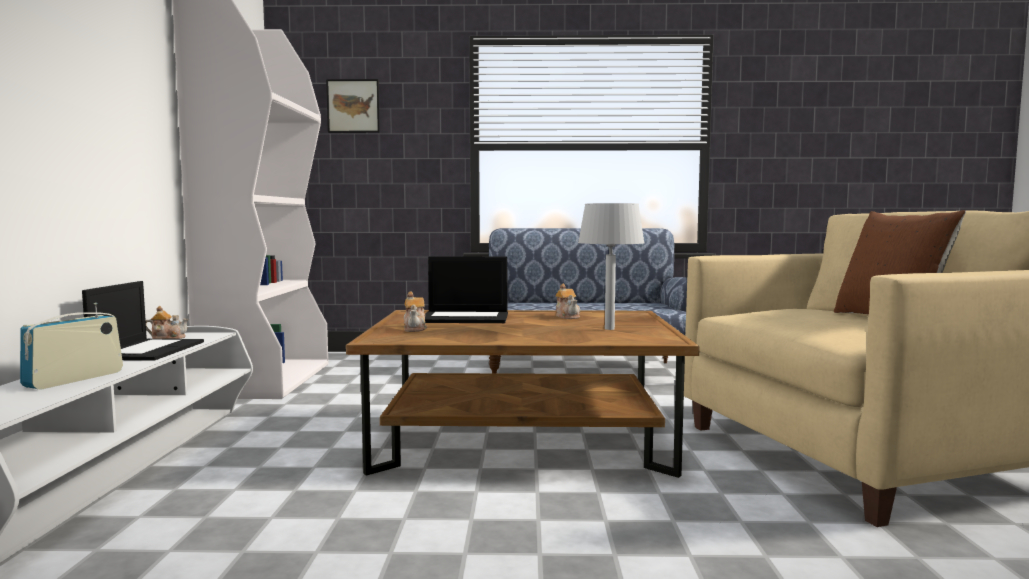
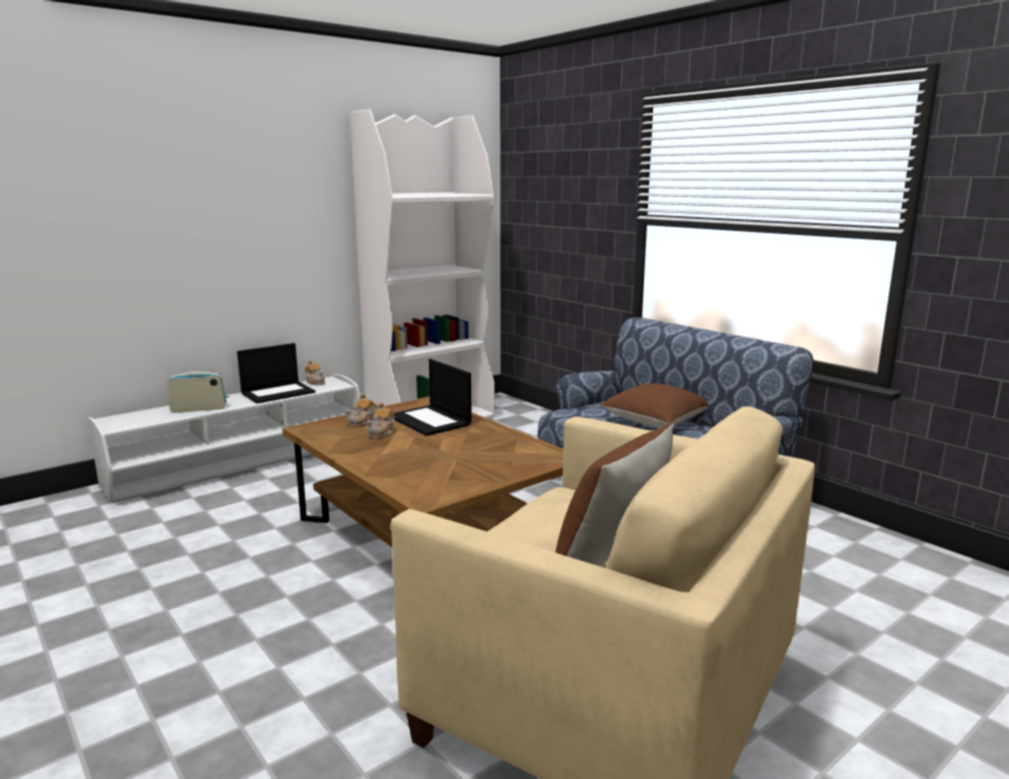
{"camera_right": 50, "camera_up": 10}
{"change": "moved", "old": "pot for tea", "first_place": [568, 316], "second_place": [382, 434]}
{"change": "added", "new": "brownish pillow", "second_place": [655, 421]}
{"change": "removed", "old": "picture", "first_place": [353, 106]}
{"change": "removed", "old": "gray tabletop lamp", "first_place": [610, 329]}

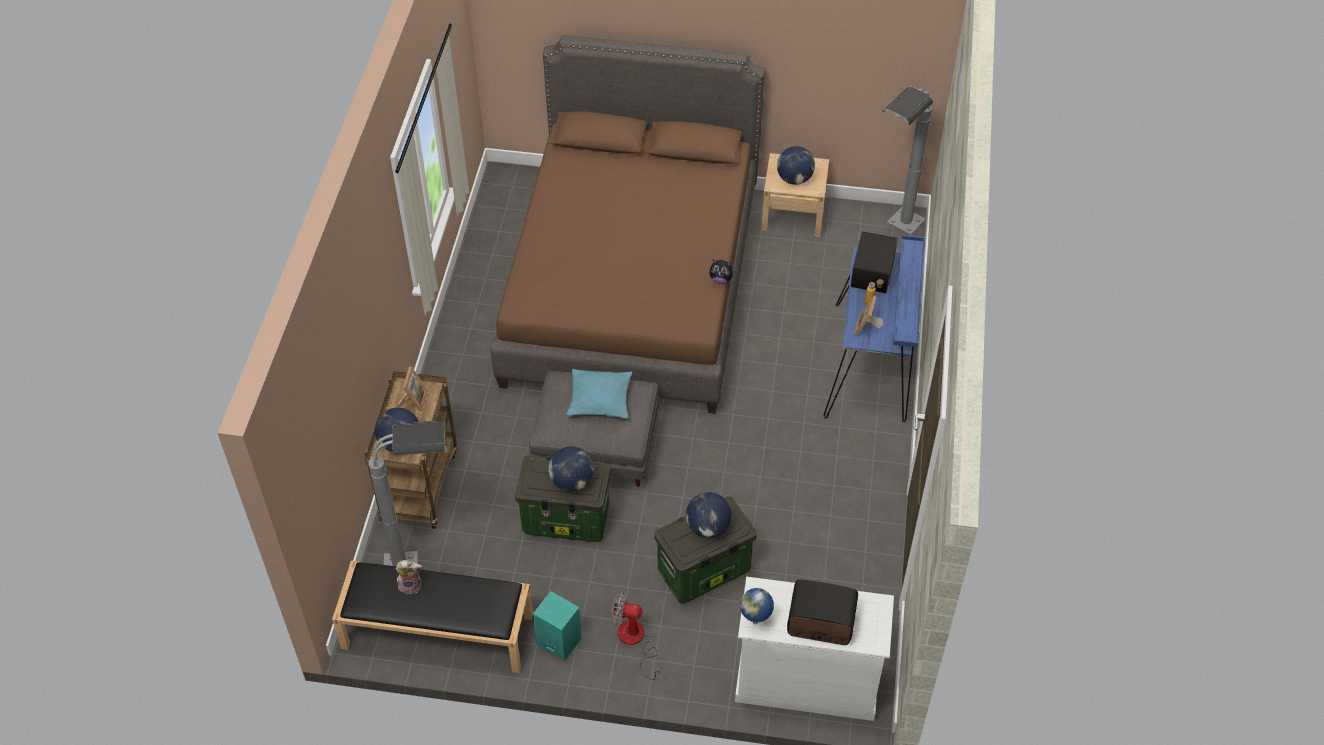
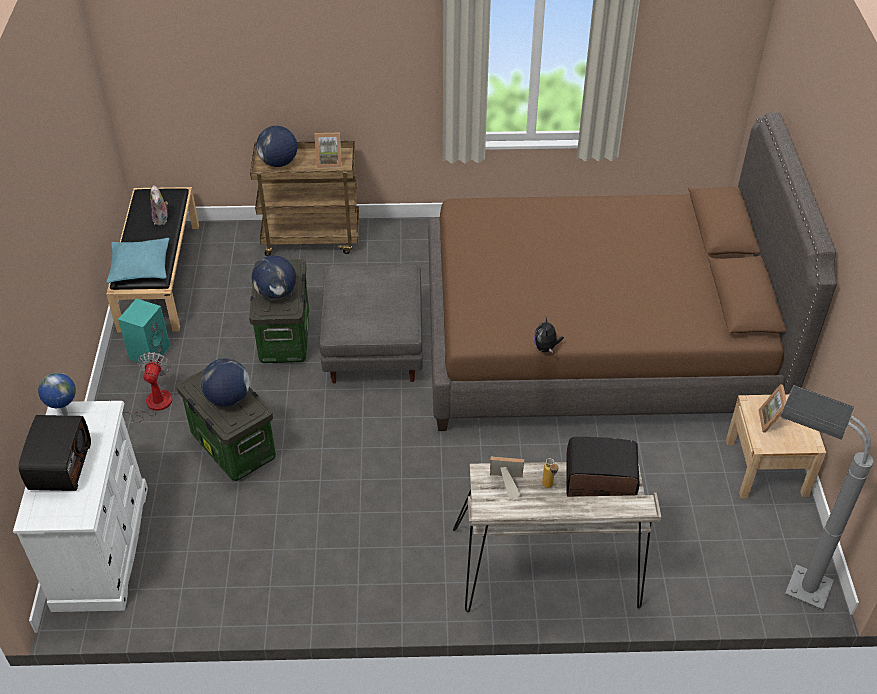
{"camera_right": 80, "camera_up": -5}
{"change": "moved", "old": "blue-green pillow", "first_place": [600, 399], "second_place": [140, 267]}
{"change": "recoloured", "old": "blue-coloured desk unit", "new": "beige desk unit", "first_place": [872, 365], "second_place": [548, 571]}
{"change": "replaced", "old": "globe", "new": "standing frame", "first_place": [794, 179], "second_place": [772, 421]}
{"change": "removed", "old": "gray floor lamp", "first_place": [425, 566]}

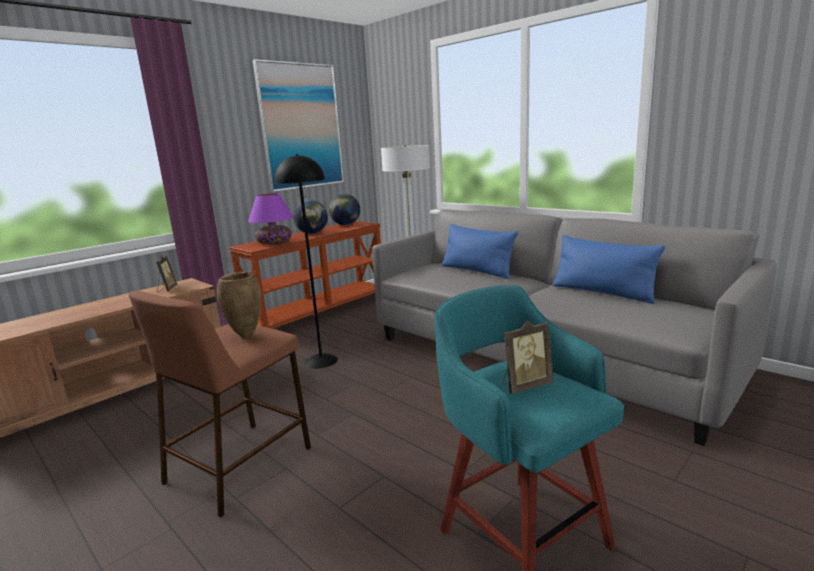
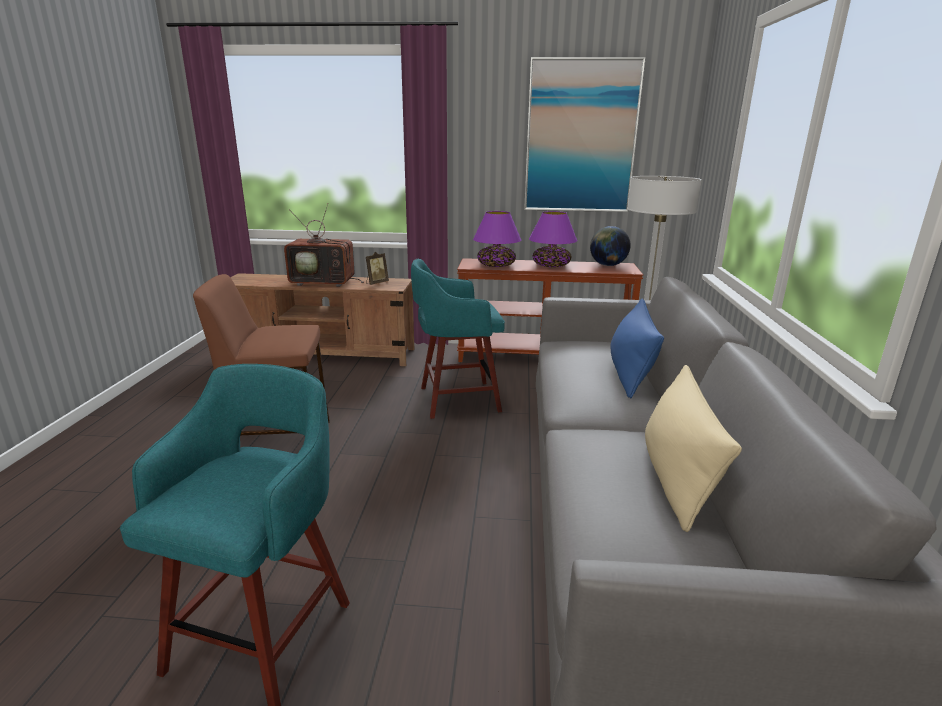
{"camera_right": 50, "camera_up": 5}
{"change": "added", "new": "TV set", "second_place": [325, 282]}
{"change": "replaced", "old": "blackish floor lamp", "new": "blue-green stool", "first_place": [321, 361], "second_place": [456, 399]}
{"change": "replaced", "old": "globe", "new": "purple tabletop lamp", "first_place": [312, 233], "second_place": [551, 265]}
{"change": "recoloured", "old": "blue-coloured pillow", "new": "beige pillow", "first_place": [602, 292], "second_place": [676, 476]}
{"change": "removed", "old": "brownish vase", "first_place": [245, 336]}
{"change": "removed", "old": "standing frame", "first_place": [525, 385]}

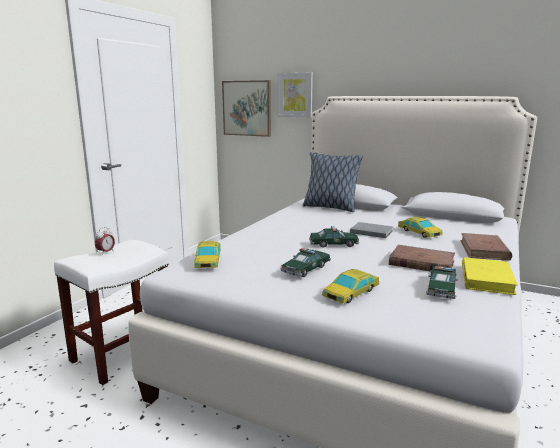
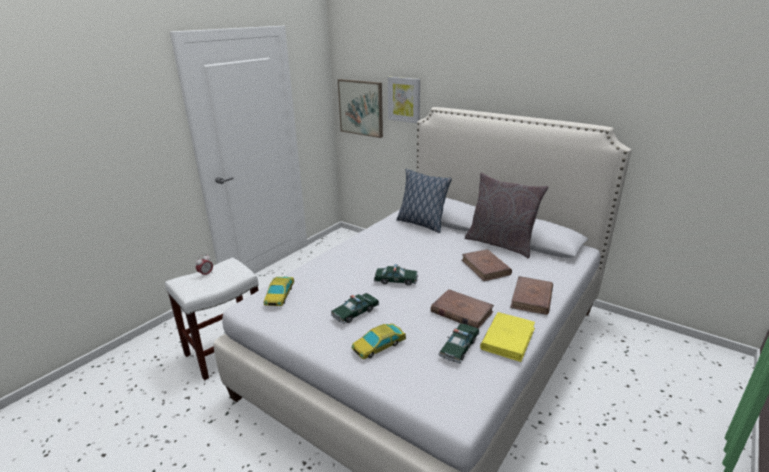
{"camera_right": 10, "camera_up": 10}
{"change": "replaced", "old": "model car", "new": "brownish book", "first_place": [419, 232], "second_place": [485, 267]}
{"change": "added", "new": "gray pillow", "second_place": [500, 244]}
{"change": "removed", "old": "gray book", "first_place": [370, 231]}

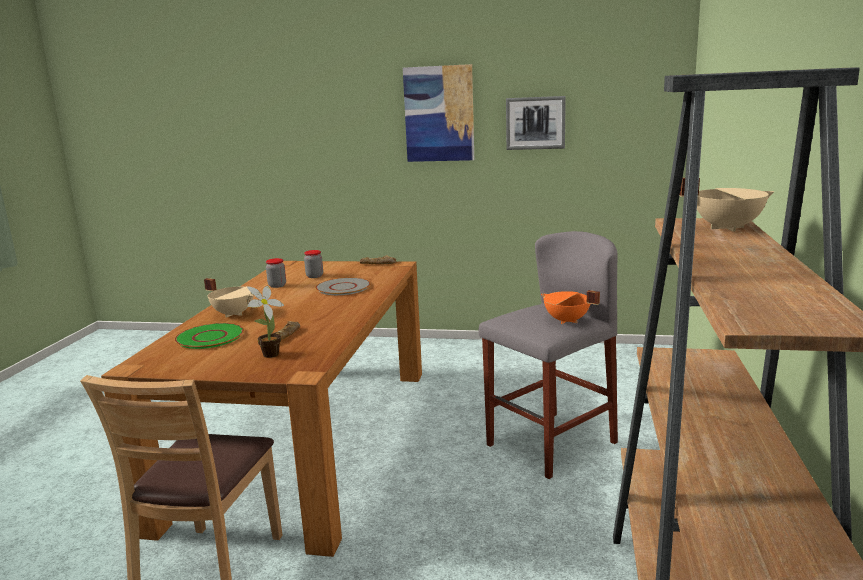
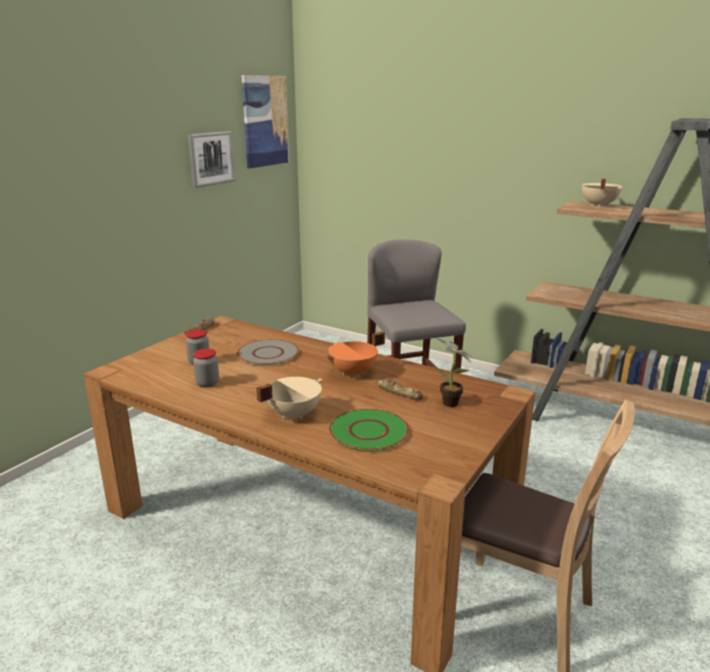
{"camera_right": -70, "camera_up": 5}
{"change": "moved", "old": "picture", "first_place": [439, 114], "second_place": [265, 121]}
{"change": "moved", "old": "orangey stockpot", "first_place": [566, 321], "second_place": [354, 373]}

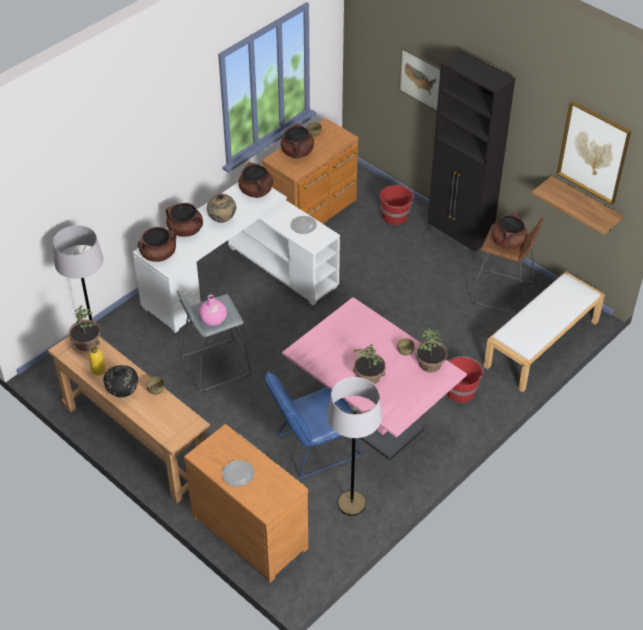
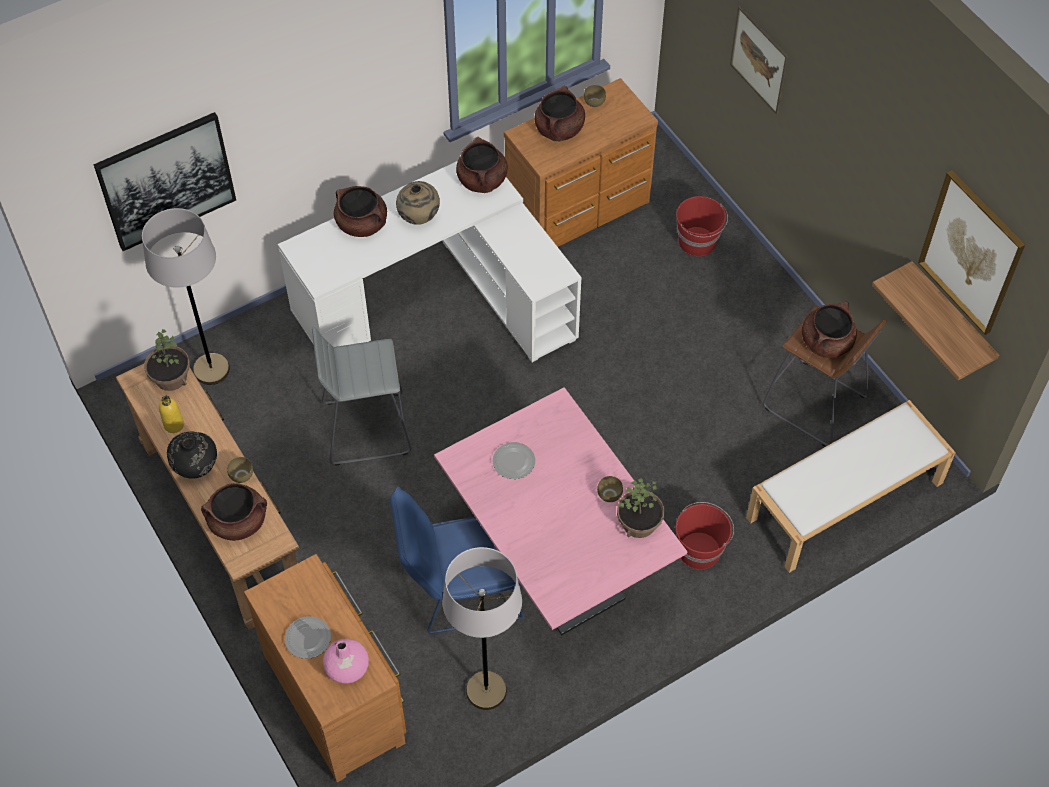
{"camera_right": 15, "camera_up": 10}
{"change": "added", "new": "picture", "second_place": [166, 181]}
{"change": "moved", "old": "brownish stockpot", "first_place": [158, 254], "second_place": [238, 521]}
{"change": "moved", "old": "pinkish vase", "first_place": [213, 320], "second_place": [347, 668]}
{"change": "moved", "old": "plate", "first_place": [303, 225], "second_place": [514, 462]}
{"change": "removed", "old": "plant in a pot", "first_place": [369, 376]}
{"change": "removed", "old": "blackish cabinet", "first_place": [459, 241]}

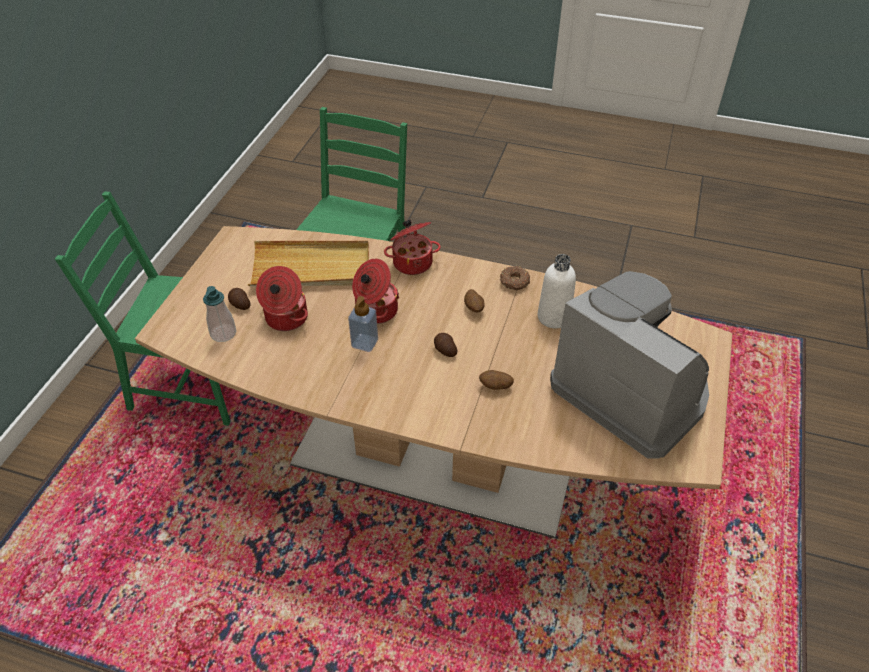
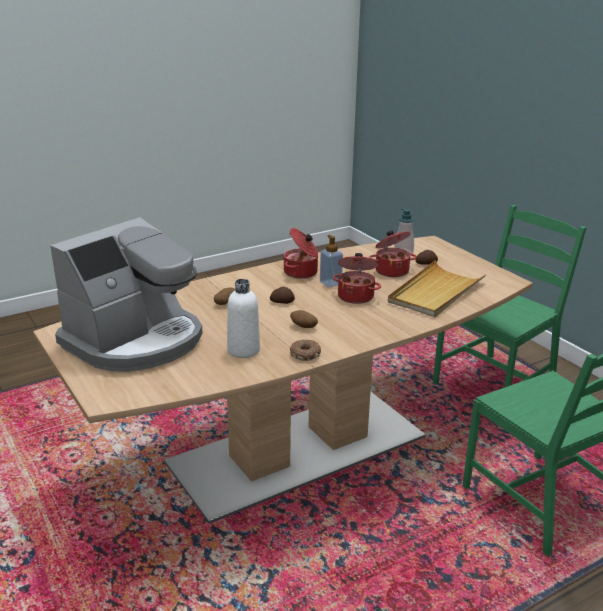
{"camera_right": 130, "camera_up": -20}
{"change": "turned", "old": "coffee maker", "first_place": [631, 392], "second_place": [135, 341], "degrees": -45}
{"change": "moved", "old": "stockpot", "first_place": [412, 262], "second_place": [301, 272]}

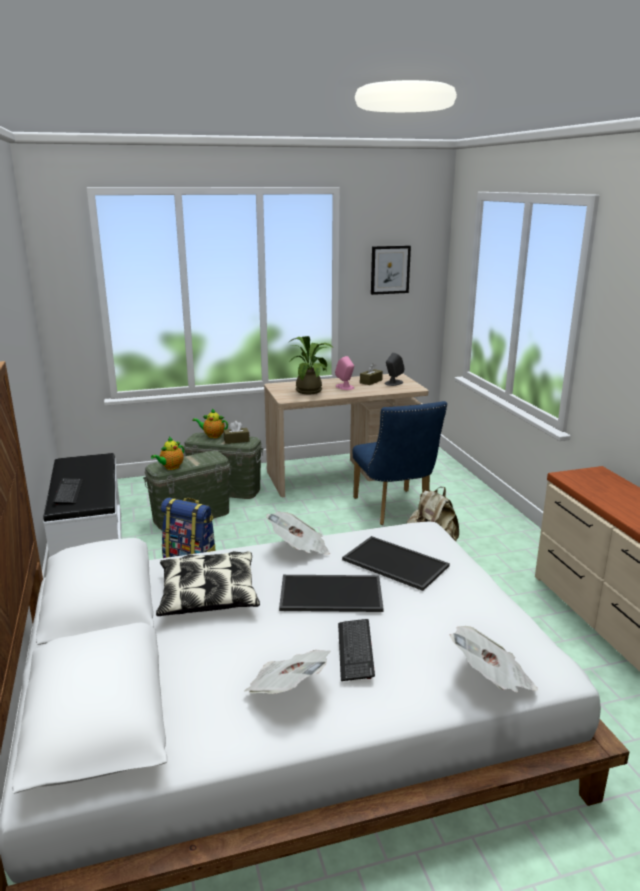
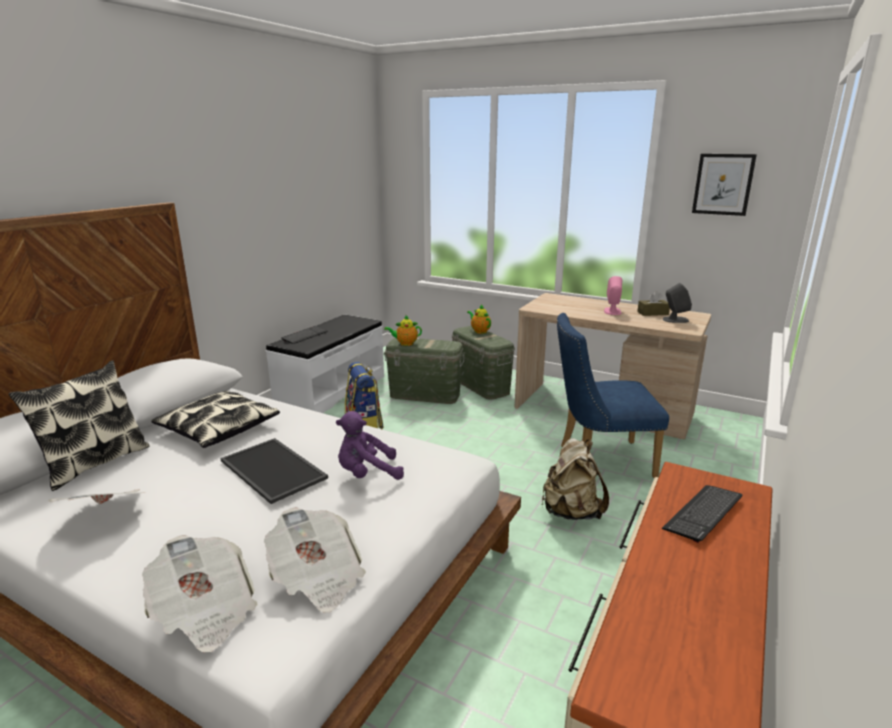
{"camera_right": 45, "camera_up": 0}
{"change": "added", "new": "pillow", "second_place": [95, 463]}
{"change": "moved", "old": "printed paper", "first_place": [299, 548], "second_place": [317, 578]}
{"change": "replaced", "old": "carrying tray", "new": "purple soft toy", "first_place": [393, 563], "second_place": [367, 474]}
{"change": "turned", "old": "blue-coloured plain chair", "first_place": [394, 510], "second_place": [598, 460], "degrees": 60}
{"change": "moved", "old": "PC keyboard", "first_place": [355, 650], "second_place": [703, 514]}
{"change": "removed", "old": "brownish tissue box", "first_place": [236, 440]}
{"change": "removed", "old": "plant in a pot", "first_place": [310, 390]}

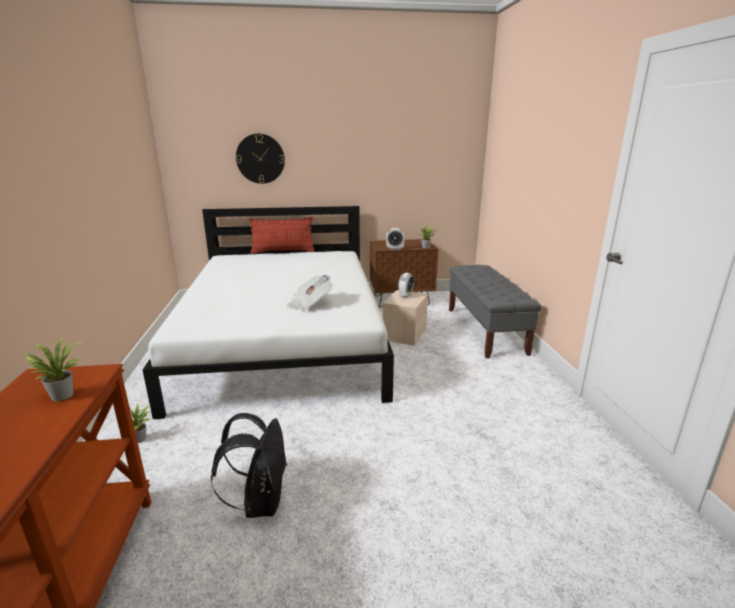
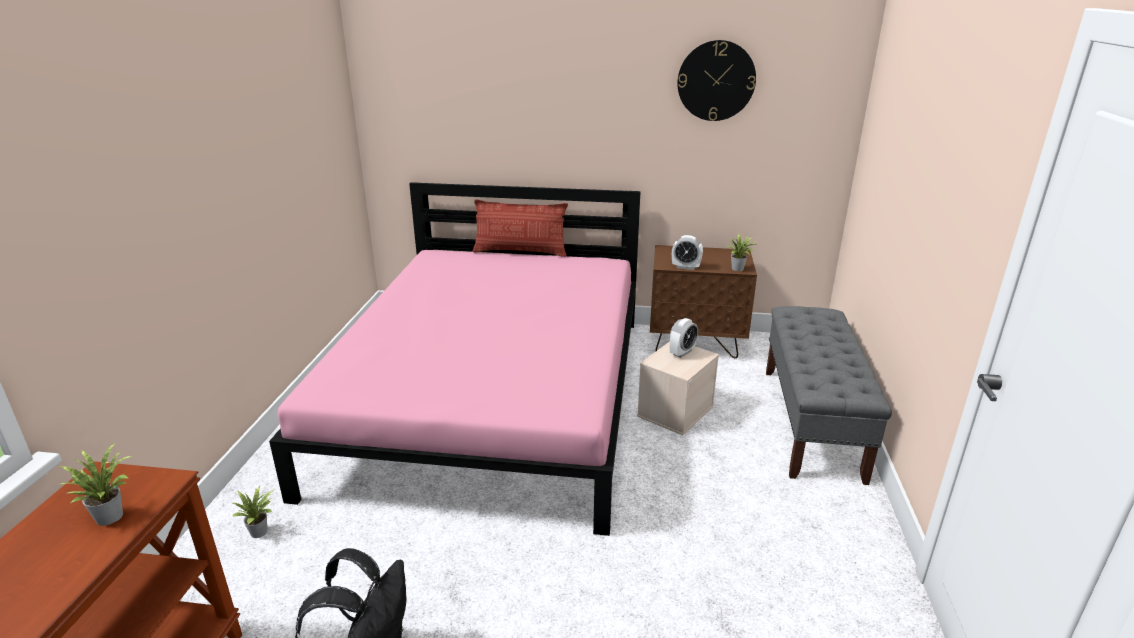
{"camera_right": 15, "camera_up": 5}
{"change": "recoloured", "old": "whitish bed", "new": "pinkish bed", "first_place": [285, 340], "second_place": [495, 396]}
{"change": "moved", "old": "hanging clock", "first_place": [260, 159], "second_place": [716, 81]}
{"change": "removed", "old": "printed paper", "first_place": [310, 304]}

